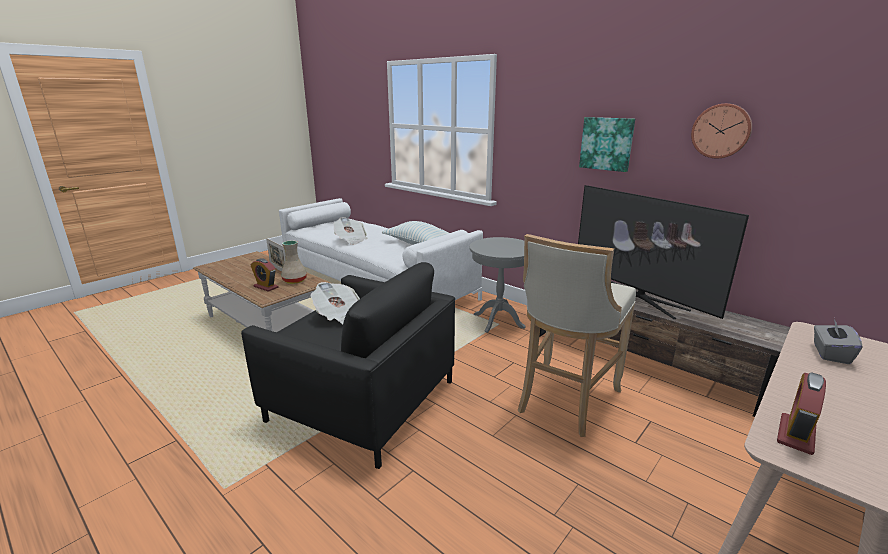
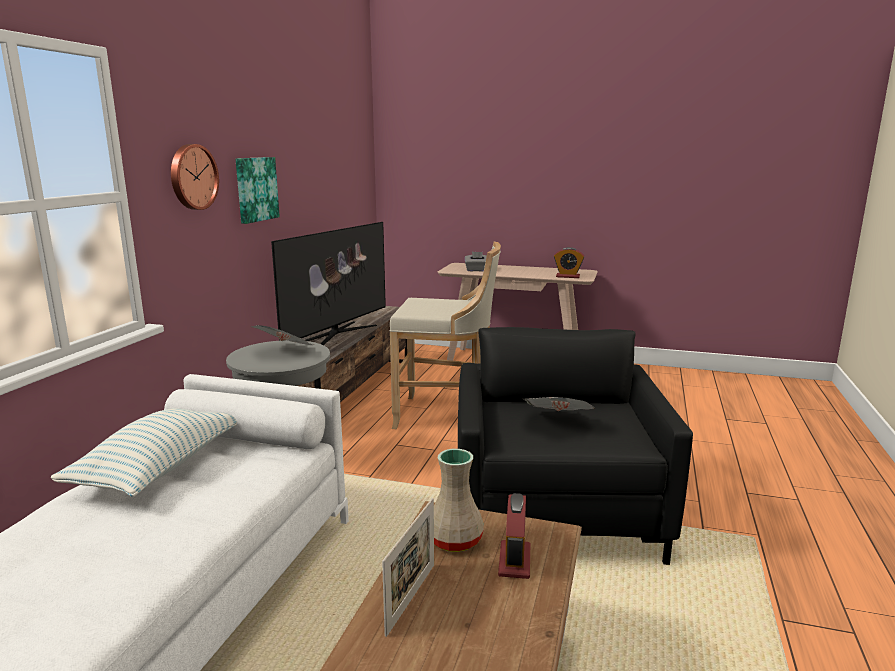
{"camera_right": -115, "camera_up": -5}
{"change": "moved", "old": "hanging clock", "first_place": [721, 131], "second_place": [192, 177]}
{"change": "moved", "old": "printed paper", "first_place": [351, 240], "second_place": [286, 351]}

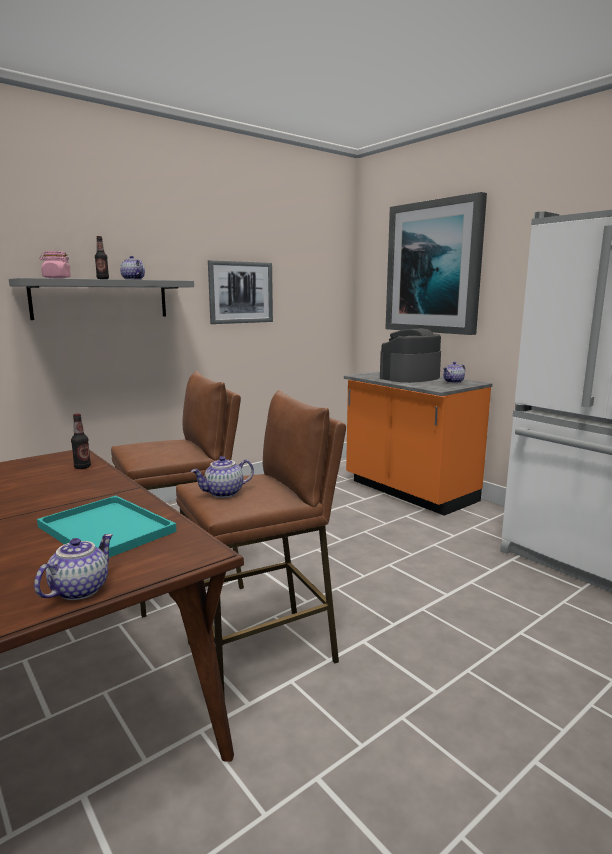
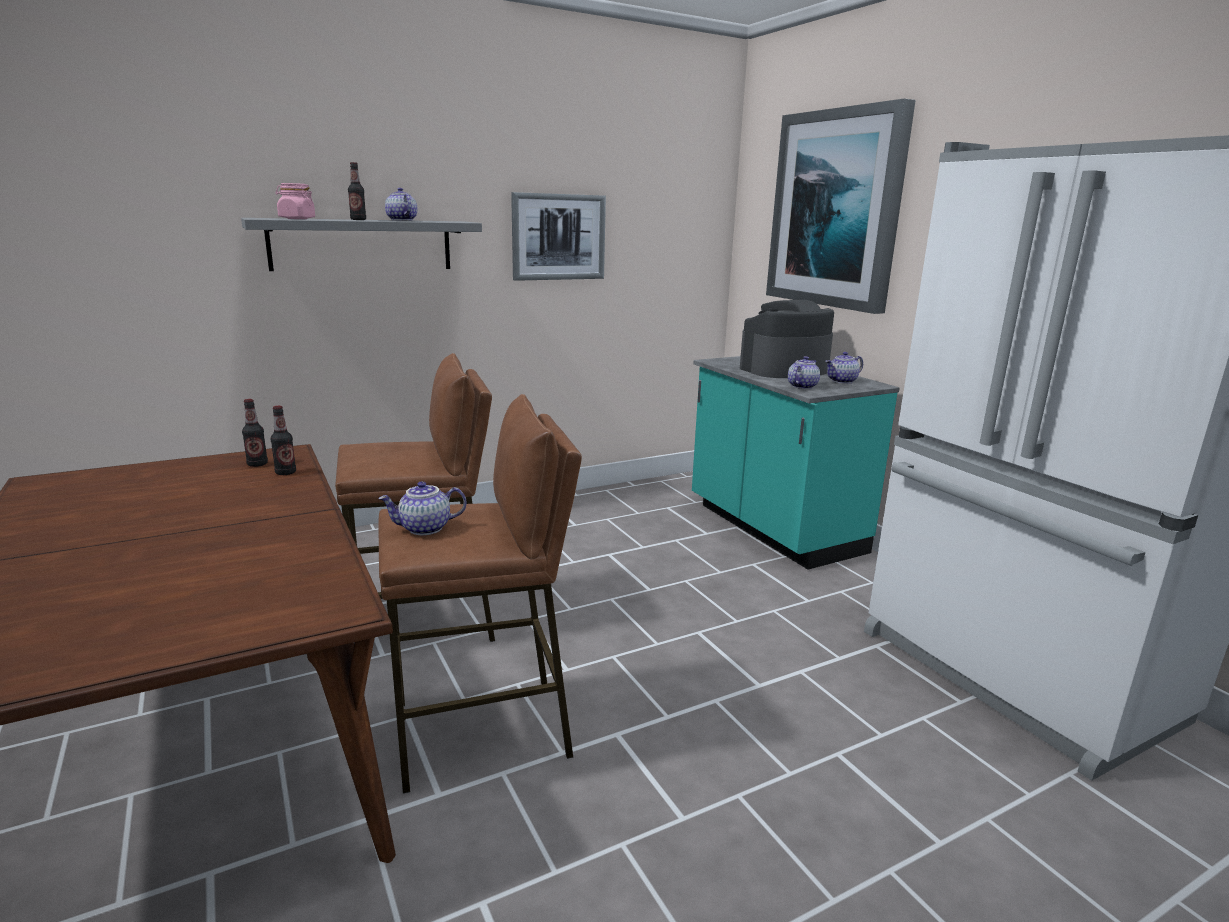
{"camera_right": 10, "camera_up": 5}
{"change": "added", "new": "bottle", "second_place": [257, 464]}
{"change": "recoloured", "old": "orangey kitchen base unit", "new": "blue-green kitchen base unit", "first_place": [409, 492], "second_place": [773, 529]}
{"change": "moved", "old": "pot for tea", "first_place": [79, 589], "second_place": [801, 386]}
{"change": "removed", "old": "blue-green carrying tray", "first_place": [109, 529]}

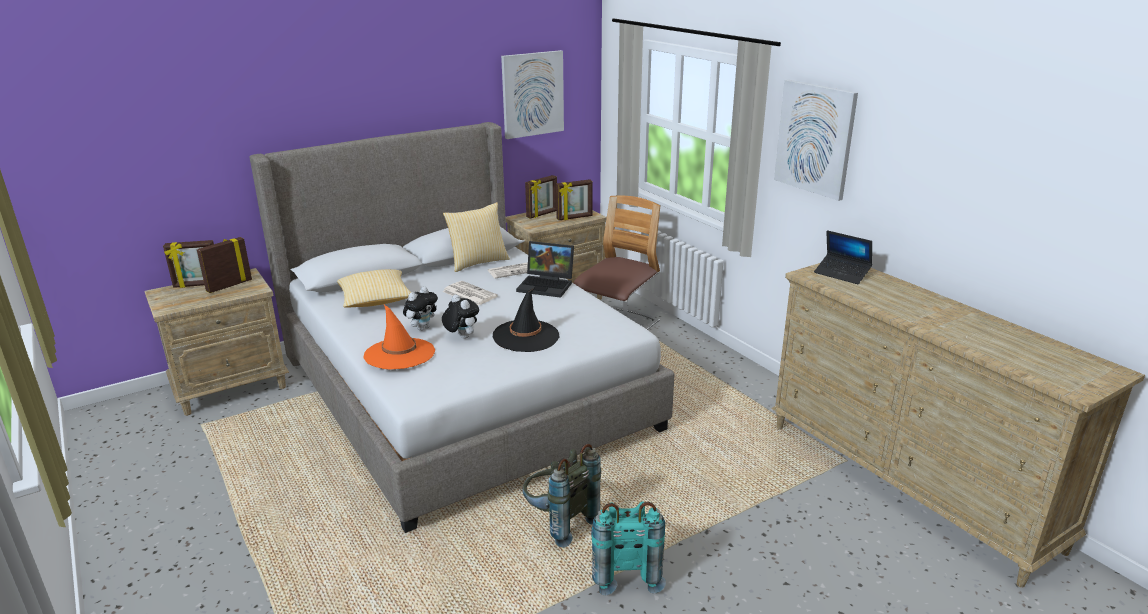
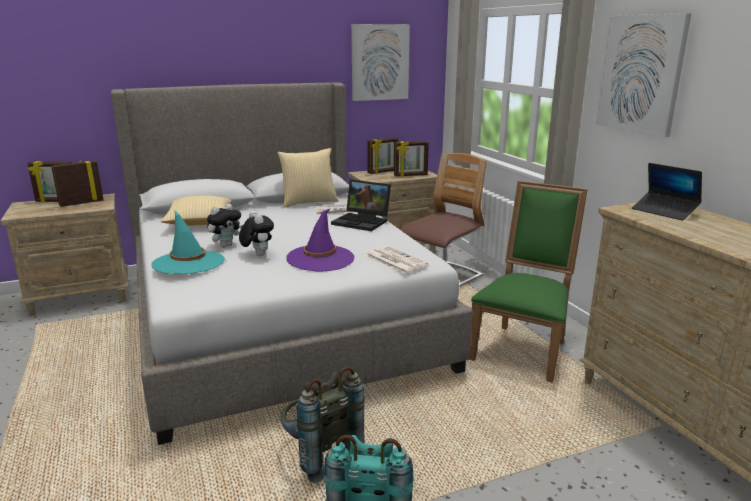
{"camera_right": 10, "camera_up": -5}
{"change": "recoloured", "old": "orangey hat", "new": "blue-green hat", "first_place": [399, 354], "second_place": [188, 263]}
{"change": "recoloured", "old": "blackish hat", "new": "purple hat", "first_place": [526, 336], "second_place": [320, 258]}
{"change": "moved", "old": "printed paper", "first_place": [468, 294], "second_place": [394, 260]}
{"change": "added", "new": "green plain chair", "second_place": [523, 349]}

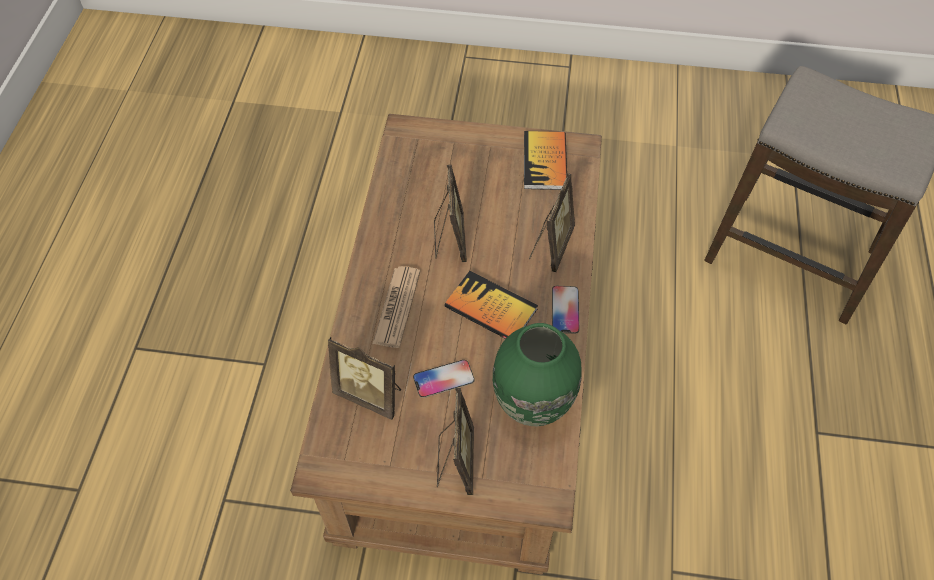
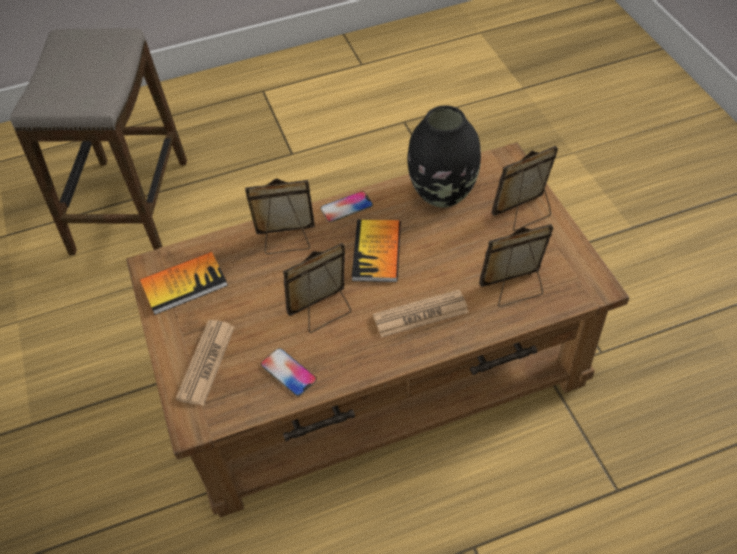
{"camera_right": -115, "camera_up": -5}
{"change": "added", "new": "printed paper", "second_place": [206, 362]}
{"change": "moved", "old": "phone", "first_place": [443, 379], "second_place": [288, 372]}
{"change": "recoloured", "old": "green vase", "new": "blackish vase", "first_place": [532, 403], "second_place": [443, 194]}
{"change": "turned", "old": "standing frame", "first_place": [370, 394], "second_place": [514, 289], "degrees": -105}

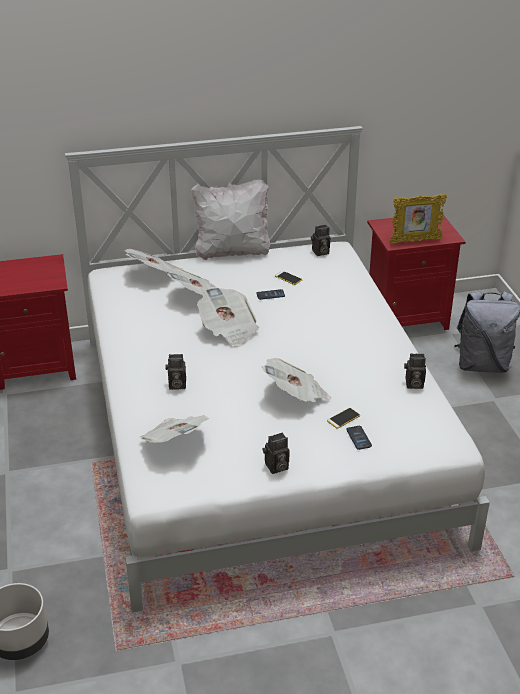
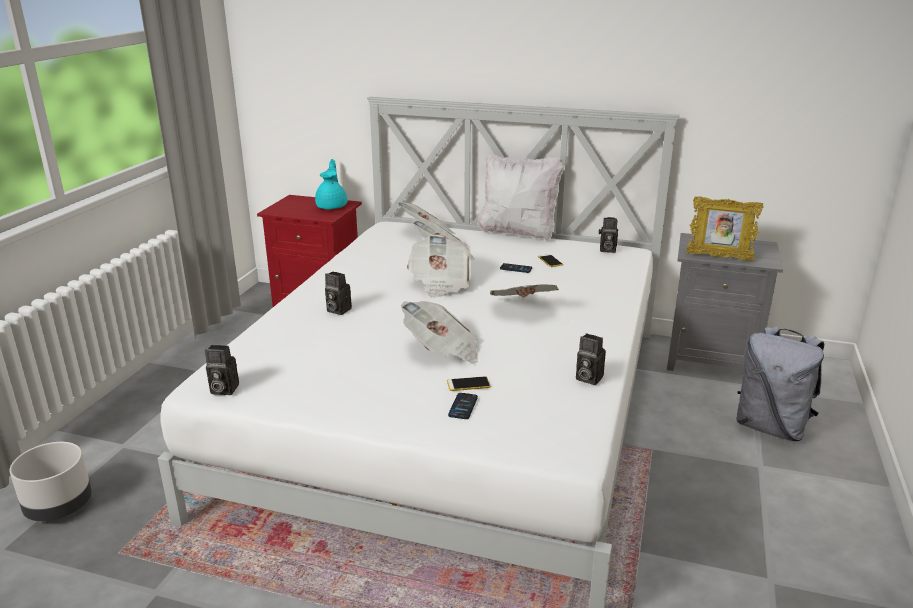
{"camera_right": 30, "camera_up": -10}
{"change": "moved", "old": "photo camera", "first_place": [276, 467], "second_place": [222, 390]}
{"change": "added", "new": "blue-green pot for tea", "second_place": [332, 206]}
{"change": "moved", "old": "printed paper", "first_place": [174, 442], "second_place": [522, 308]}
{"change": "recoloured", "old": "red night table", "new": "gray night table", "first_place": [405, 318], "second_place": [710, 360]}

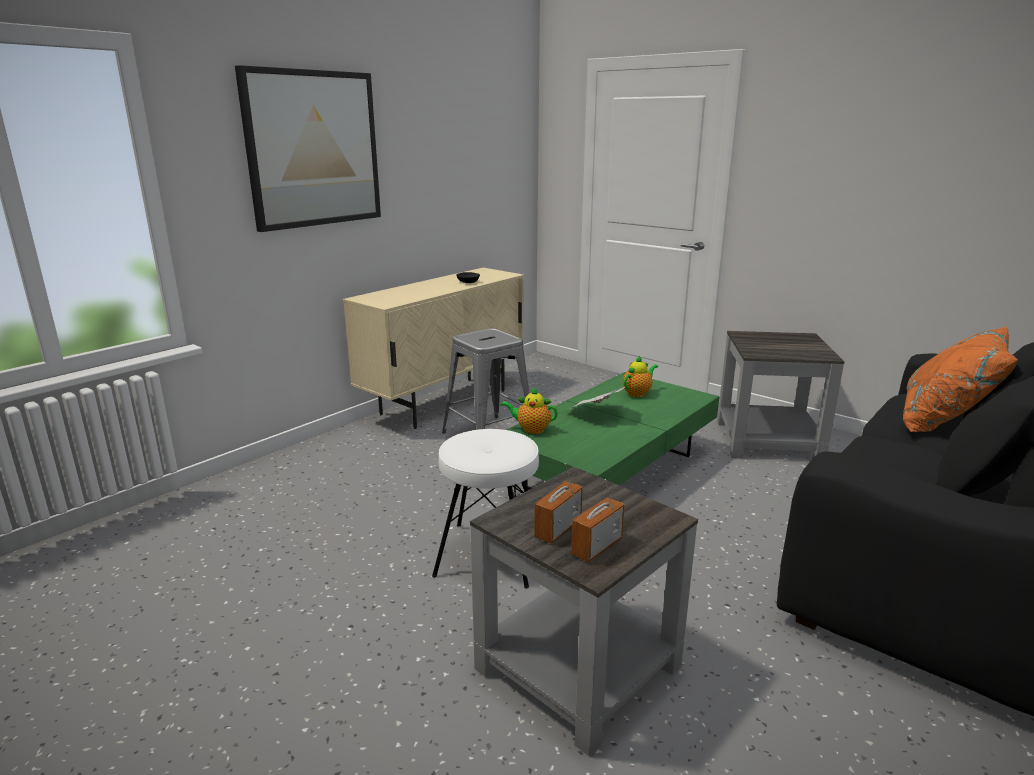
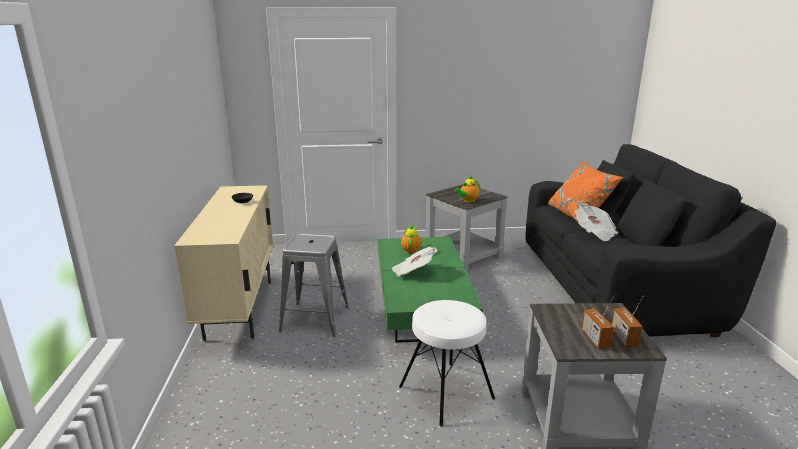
{"camera_right": -45, "camera_up": 0}
{"change": "moved", "old": "pot for tea", "first_place": [531, 429], "second_place": [468, 200]}
{"change": "added", "new": "printed paper", "second_place": [594, 233]}
{"change": "removed", "old": "picture", "first_place": [313, 149]}

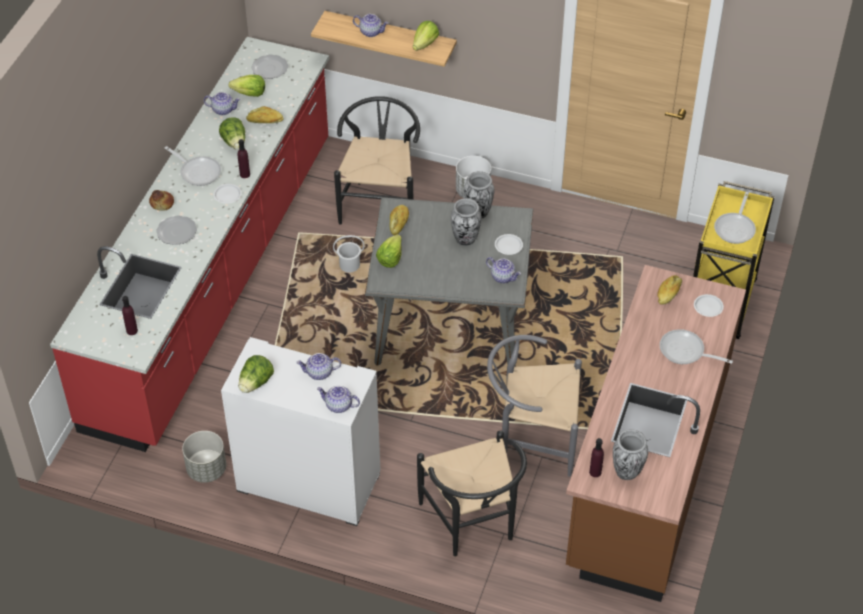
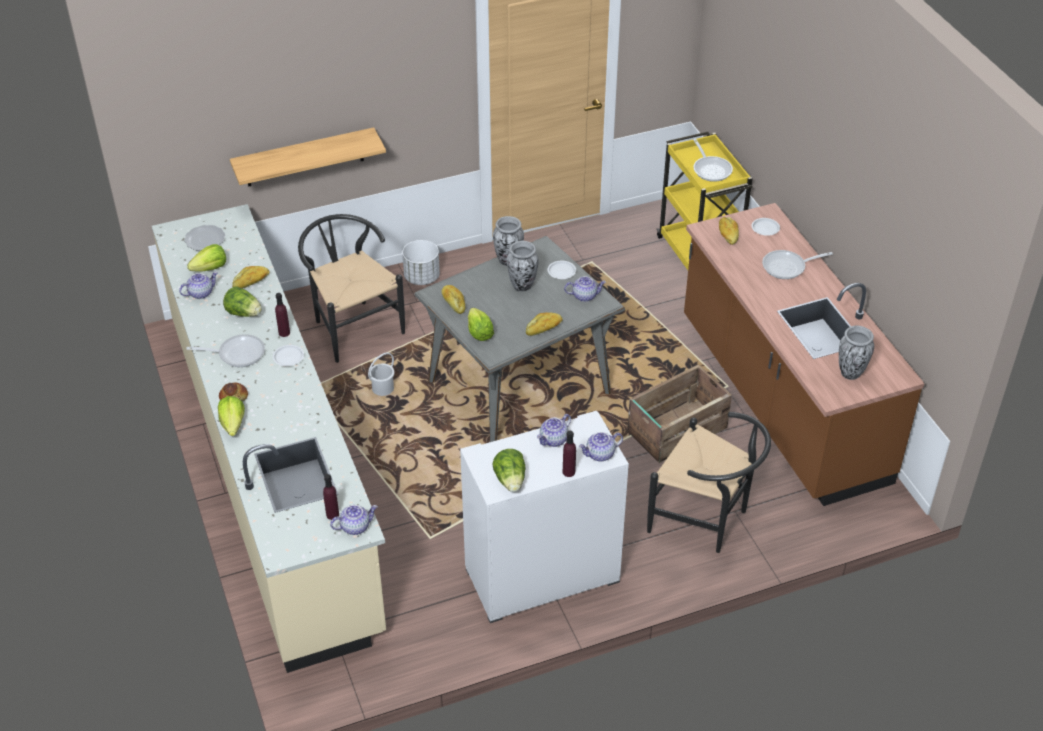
{"camera_right": -40, "camera_up": -5}
{"change": "recoloured", "old": "red kitchen base unit", "new": "beige kitchen base unit", "first_place": [214, 279], "second_place": [273, 468]}
{"change": "moved", "old": "lettuce", "first_place": [425, 44], "second_place": [233, 424]}
{"change": "moved", "old": "pot for tea", "first_place": [371, 32], "second_place": [355, 526]}
{"change": "added", "new": "bakery bread", "second_place": [544, 328]}
{"change": "moved", "old": "purple bottle", "first_place": [595, 472], "second_place": [568, 472]}
{"change": "replaced", "old": "gray plain chair", "new": "packing crate", "first_place": [531, 439], "second_place": [675, 430]}
{"change": "removed", "old": "plate", "first_place": [176, 231]}
{"change": "removed", "old": "gray planter", "first_place": [207, 469]}

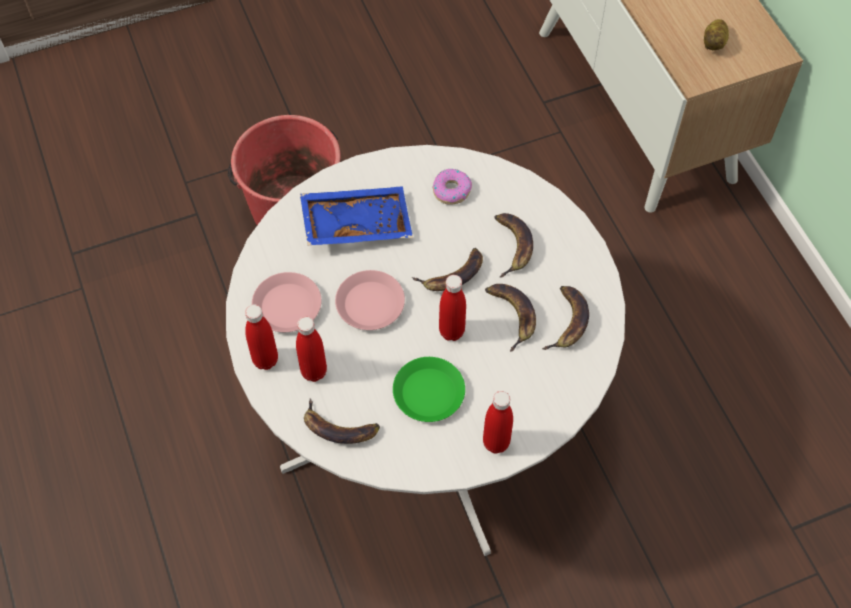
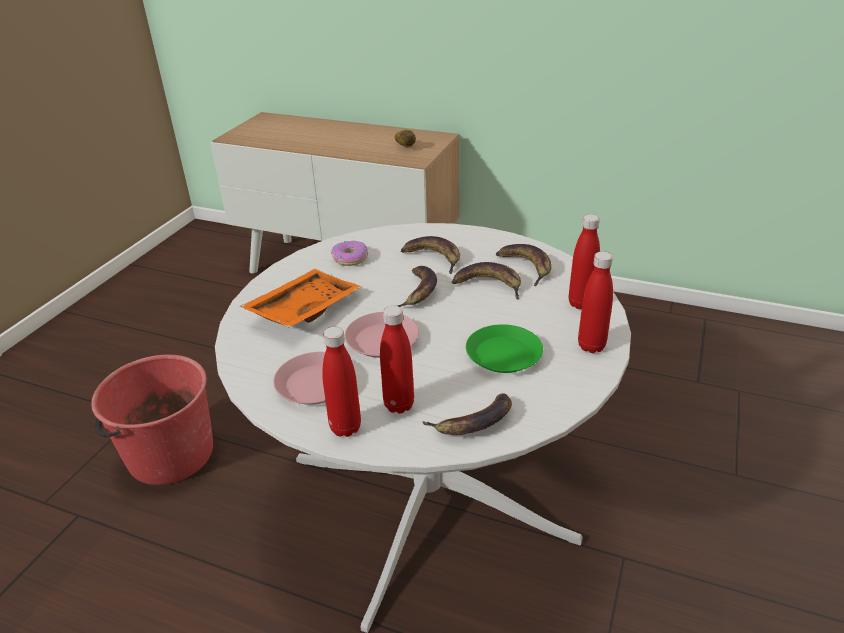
{"camera_right": -45, "camera_up": -25}
{"change": "recoloured", "old": "blue-coloured carrying tray", "new": "orangey carrying tray", "first_place": [356, 222], "second_place": [303, 309]}
{"change": "moved", "old": "red bottle", "first_place": [451, 331], "second_place": [580, 303]}

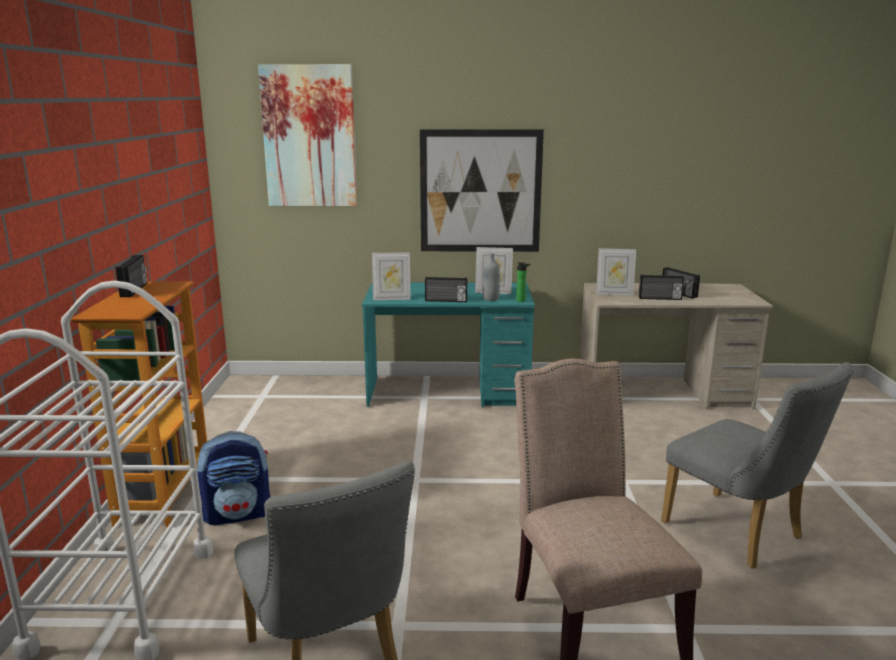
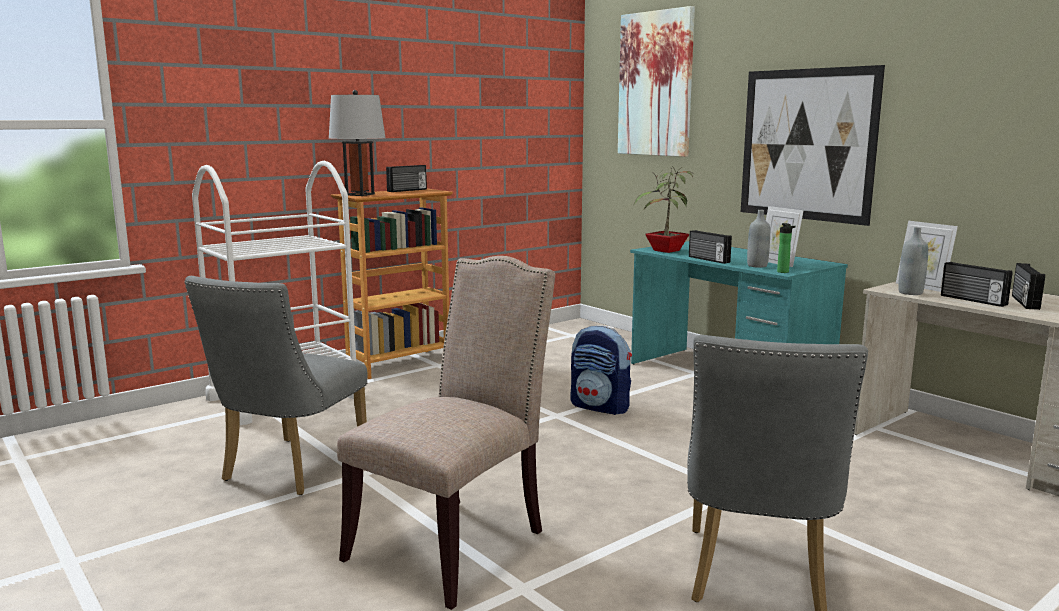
{"camera_right": 50, "camera_up": -5}
{"change": "added", "new": "gray tabletop lamp", "second_place": [360, 194]}
{"change": "moved", "old": "knapsack", "first_place": [238, 514], "second_place": [601, 407]}
{"change": "replaced", "old": "standing frame", "new": "plant in a pot", "first_place": [391, 299], "second_place": [665, 251]}
{"change": "added", "new": "gray bottle", "second_place": [910, 293]}

